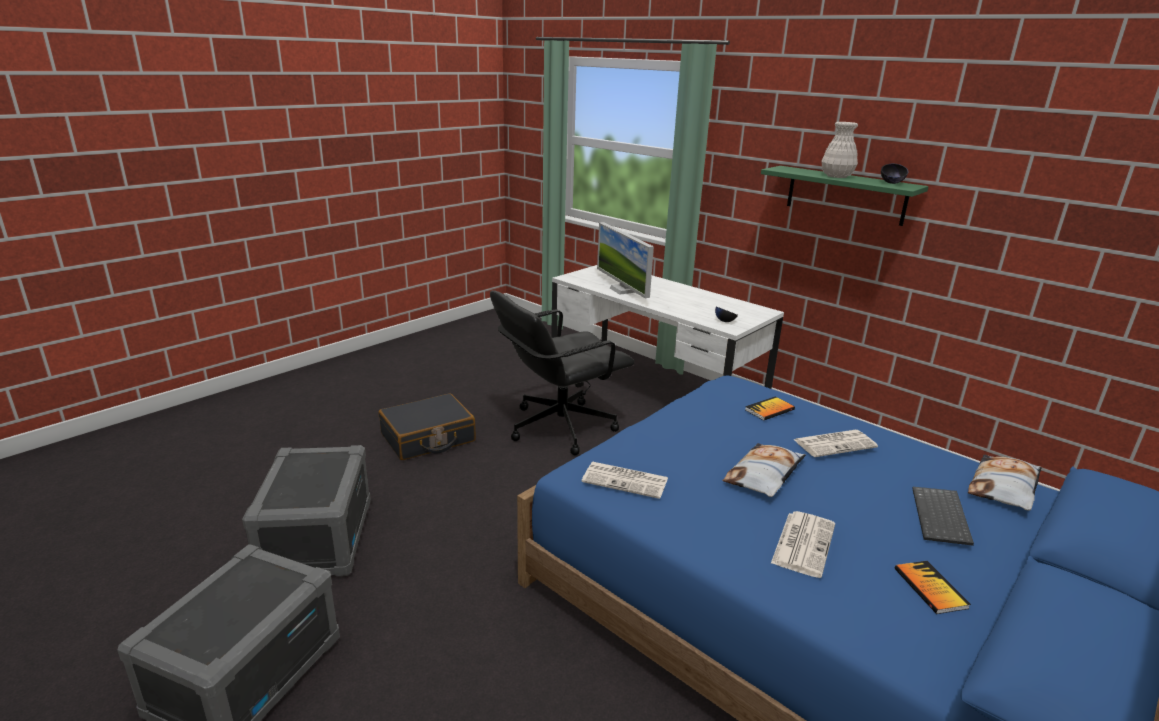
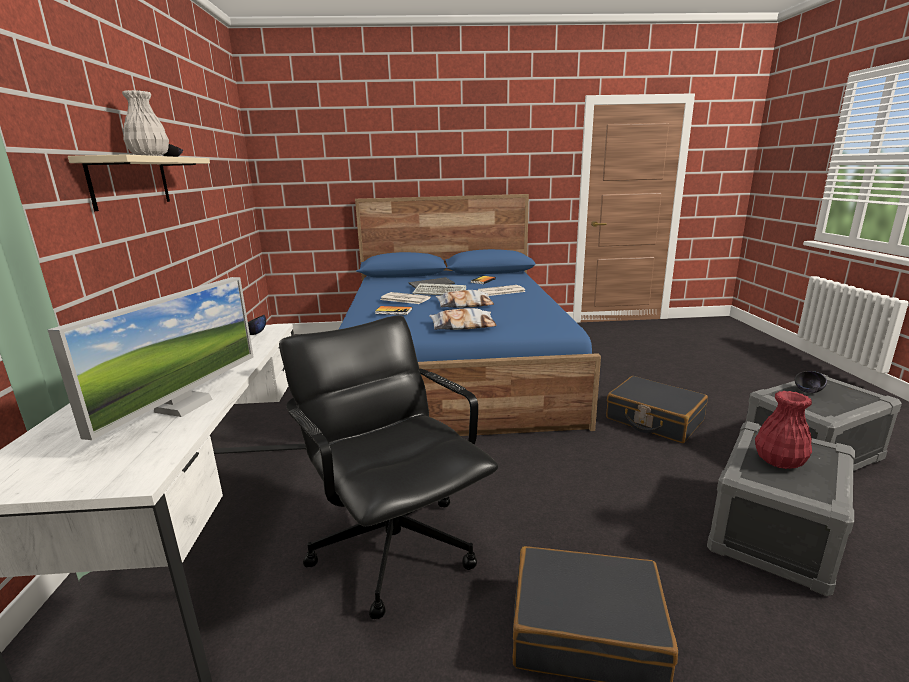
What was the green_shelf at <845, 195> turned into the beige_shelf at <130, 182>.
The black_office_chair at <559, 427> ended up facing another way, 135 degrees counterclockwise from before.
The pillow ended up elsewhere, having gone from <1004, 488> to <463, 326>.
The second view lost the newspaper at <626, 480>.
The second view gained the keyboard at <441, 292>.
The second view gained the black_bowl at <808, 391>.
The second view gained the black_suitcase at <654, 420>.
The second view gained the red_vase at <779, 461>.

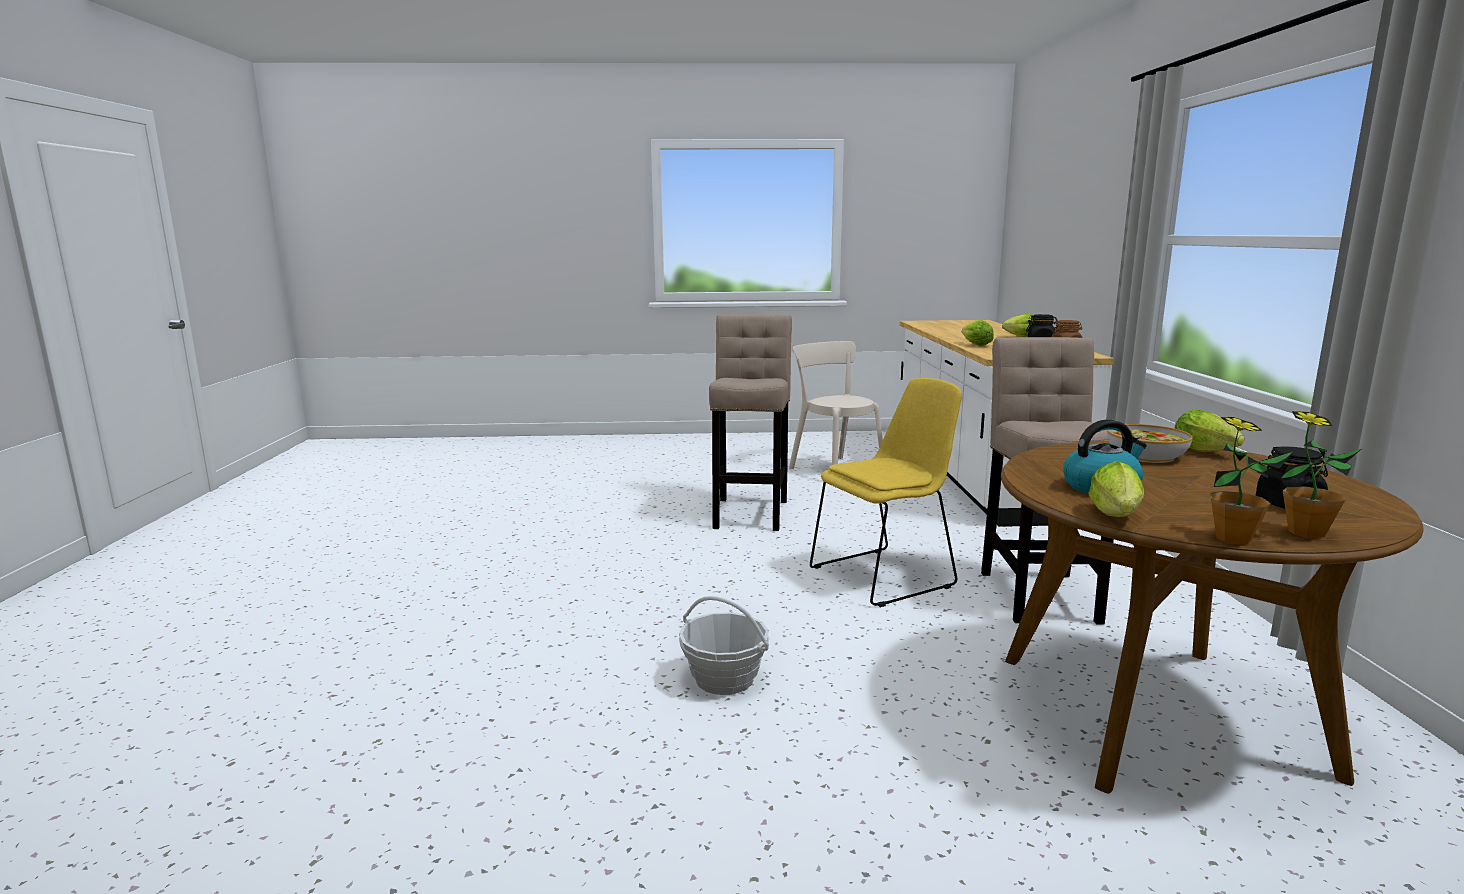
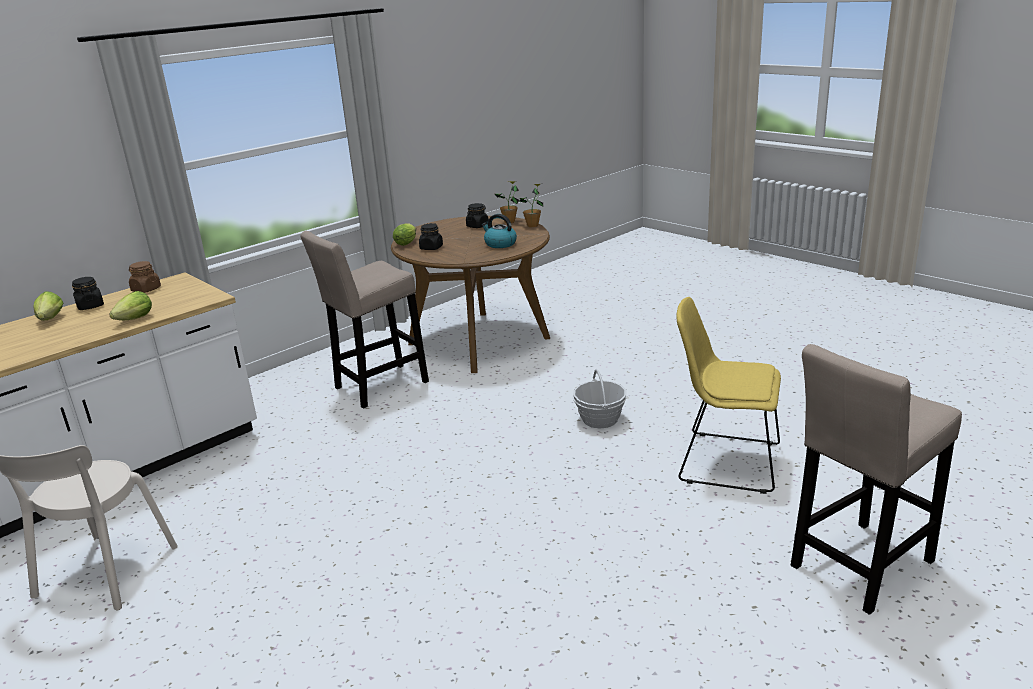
The beige_stool ended up elsewhere, having gone from <751, 512> to <858, 568>.
The yellow_chair ended up elsewhere, having gone from <885, 575> to <724, 461>.
Where the bowl stood at <1146, 456>, the black_jar came to stand at <431, 248>.
The second view lost the lettuce at <1116, 518>.

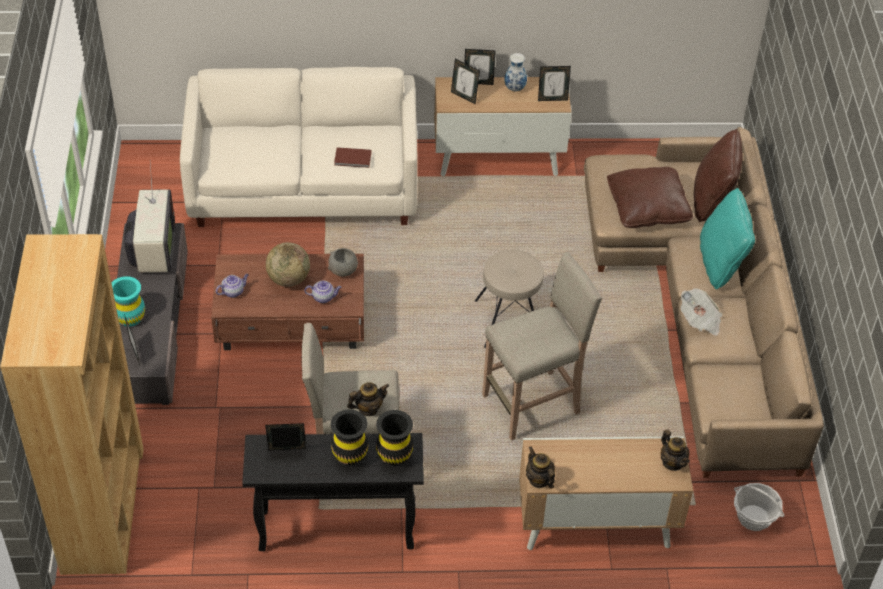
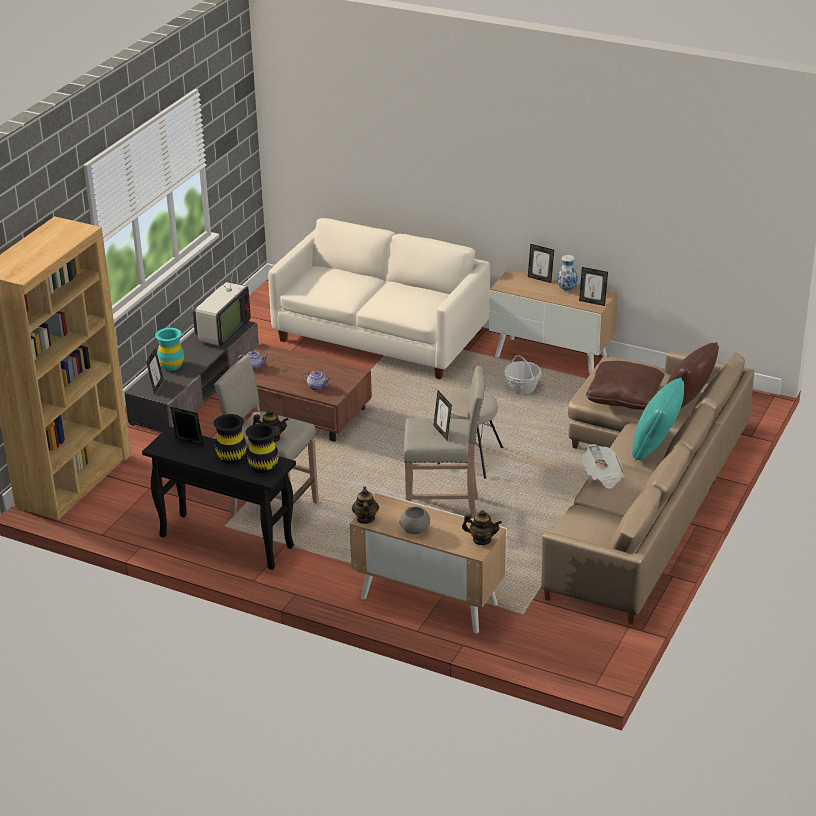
The picture_frame ended up elsewhere, having gone from <464, 97> to <442, 432>.
The second view lost the brown_book at <353, 159>.
The second view lost the globe at <288, 279>.
The grey_bowl ended up elsewhere, having gone from <343, 270> to <415, 530>.
The teapot at <672, 462> ended up facing another way, 75 degrees counterclockwise from before.
The basket ended up elsewhere, having gone from <753, 518> to <522, 388>.

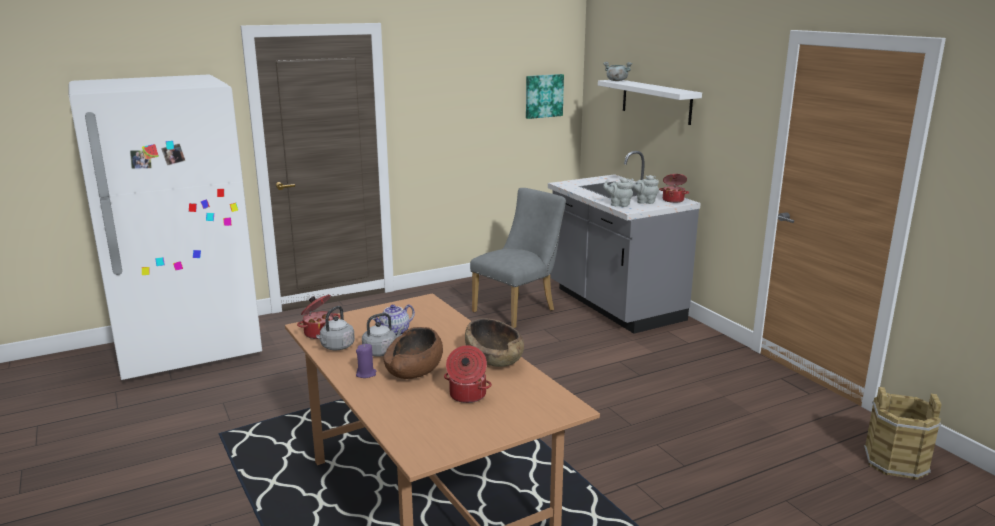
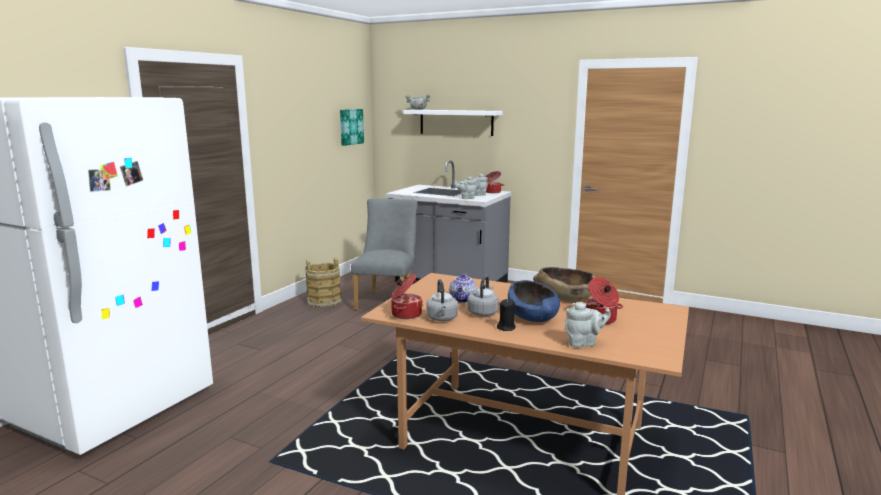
What was the brown_bowl at <415, 370> turned into the blue_bowl at <533, 316>.
What was the purple_candle at <366, 374> turned into the black_candle at <506, 328>.
The brown_bucket ended up elsewhere, having gone from <895, 462> to <324, 301>.
The second view gained the grey_teapot at <583, 343>.

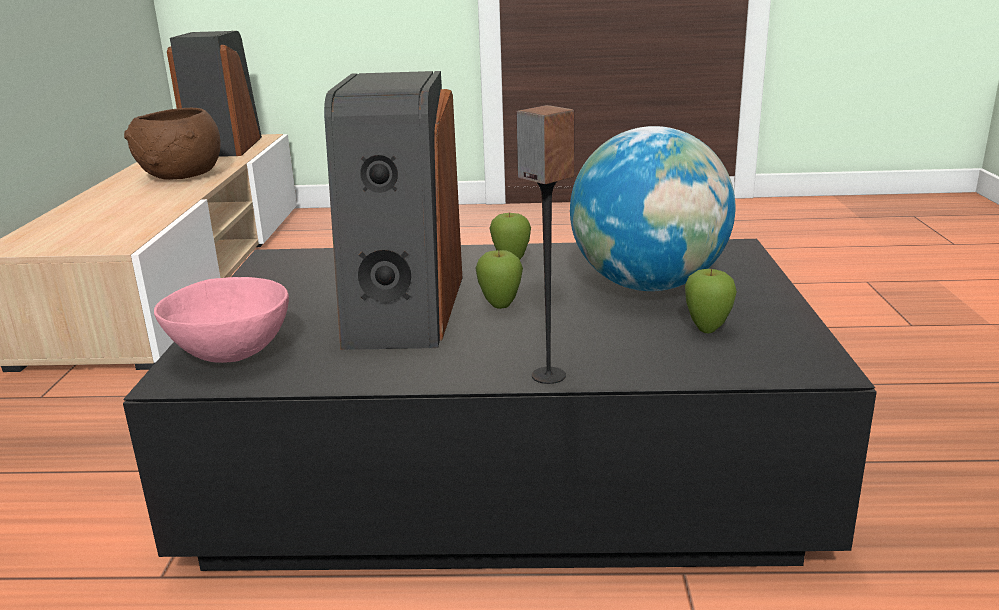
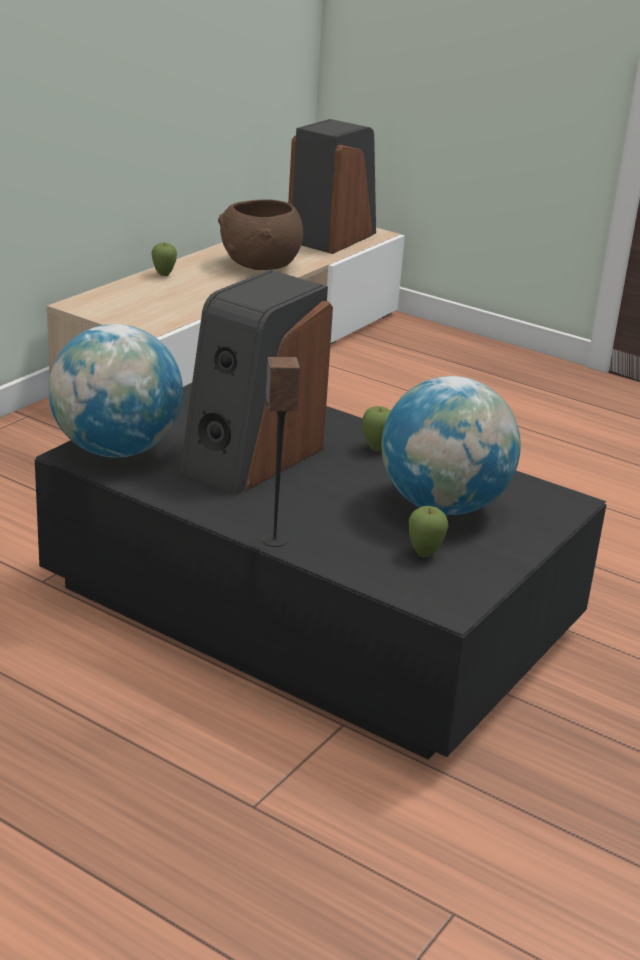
The apple ended up elsewhere, having gone from <500, 307> to <164, 275>.
Where the pink_bowl stood at <231, 354>, the globe came to stand at <116, 450>.

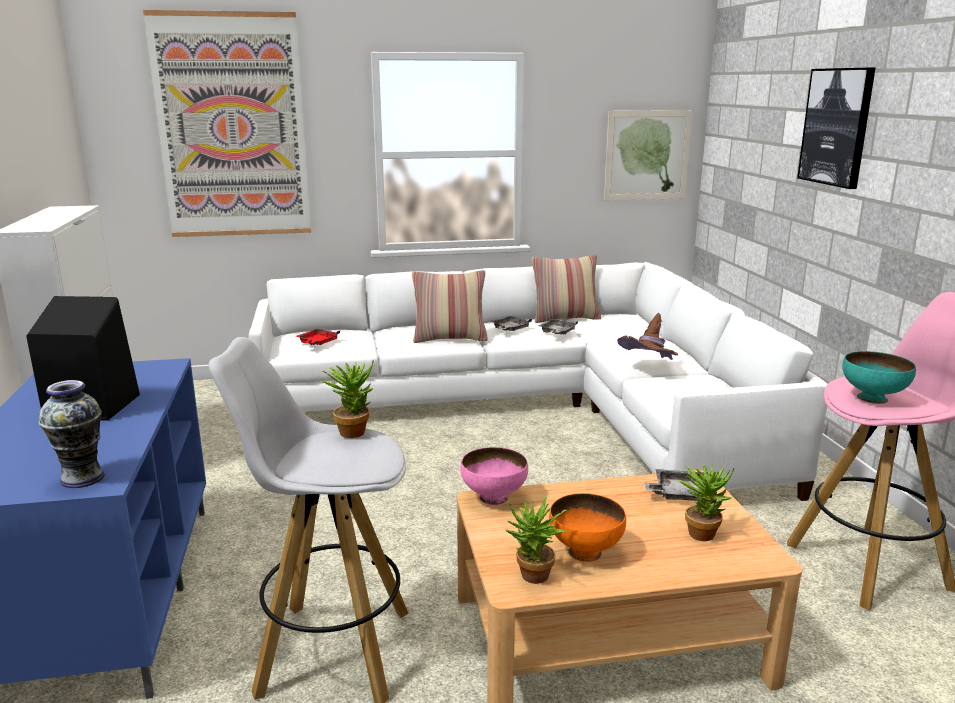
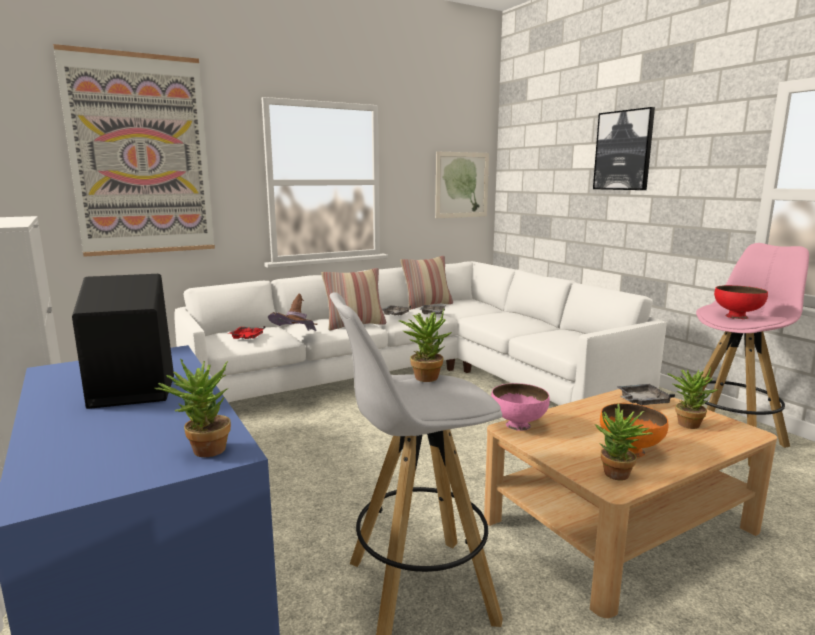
The brown_hat ended up elsewhere, having gone from <649, 369> to <297, 339>.
What was the turquoise_bowl at <872, 398> turned into the red_bowl at <737, 317>.
Where the vase stood at <83, 478>, the potted_plant came to stand at <202, 452>.

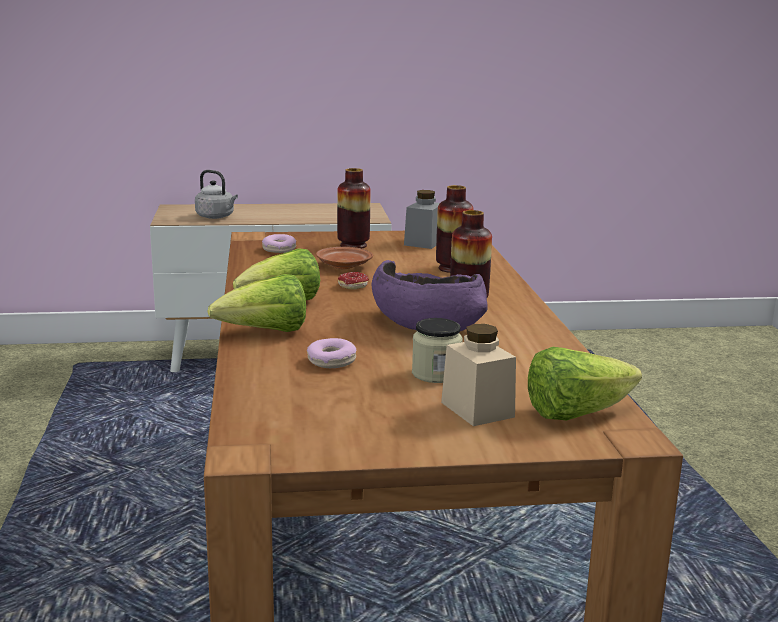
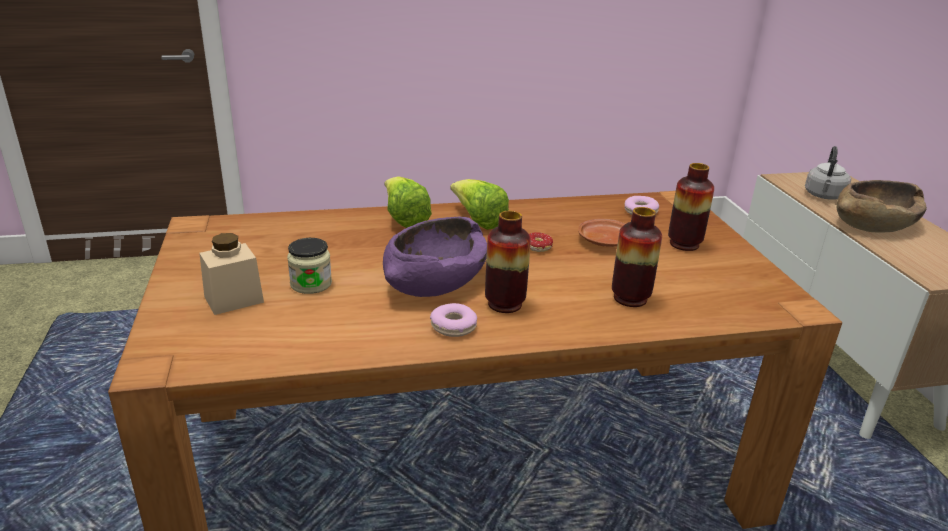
The second view lost the grey_jar at <424, 242>.
The donut ended up elsewhere, having gone from <331, 361> to <453, 326>.
The second view lost the lettuce at <575, 414>.
The second view gained the brown_bowl at <873, 224>.

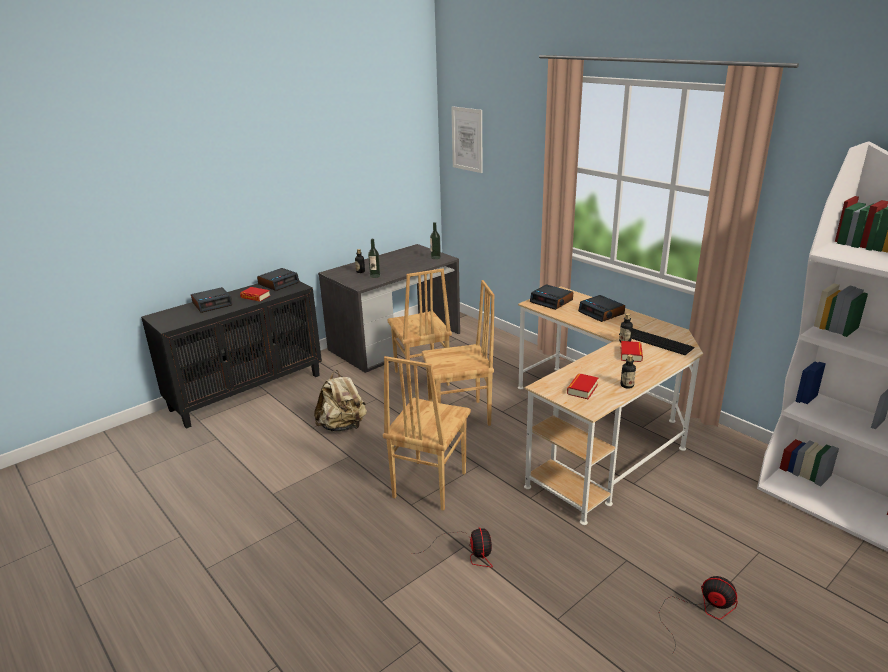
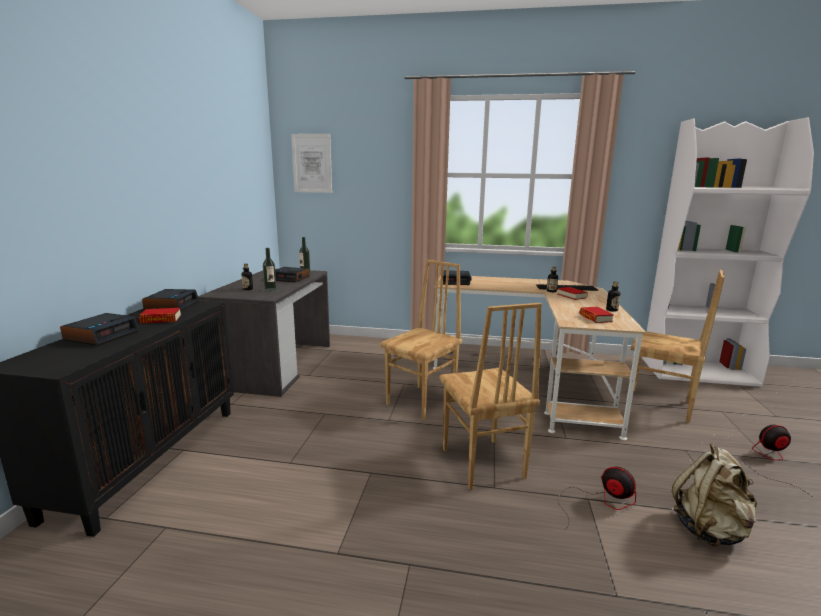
The brown_chair ended up elsewhere, having gone from <420, 379> to <659, 406>.
The alarm_clock ended up elsewhere, having gone from <601, 313> to <291, 278>.
The beige_backpack ended up elsewhere, having gone from <343, 426> to <710, 530>.

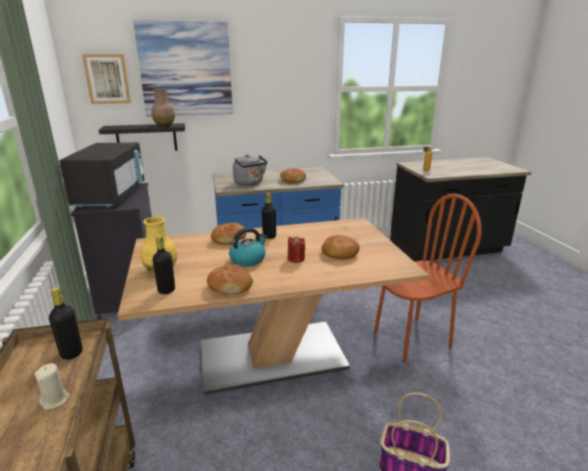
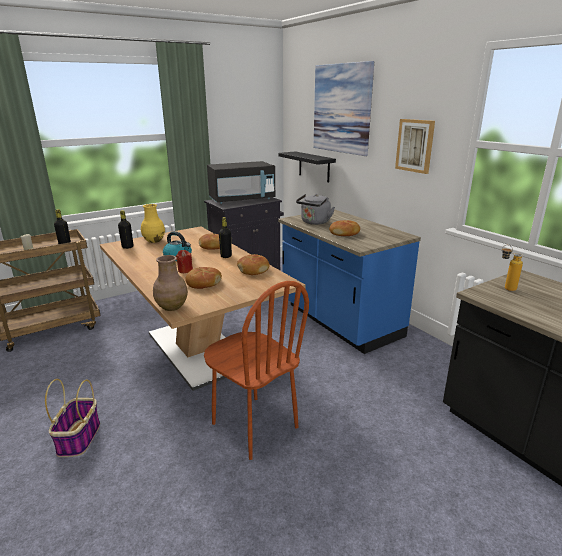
The picture ended up elsewhere, having gone from <107, 79> to <415, 145>.
The brown_vase ended up elsewhere, having gone from <164, 125> to <172, 306>.
The bread ended up elsewhere, having gone from <230, 286> to <253, 270>.

